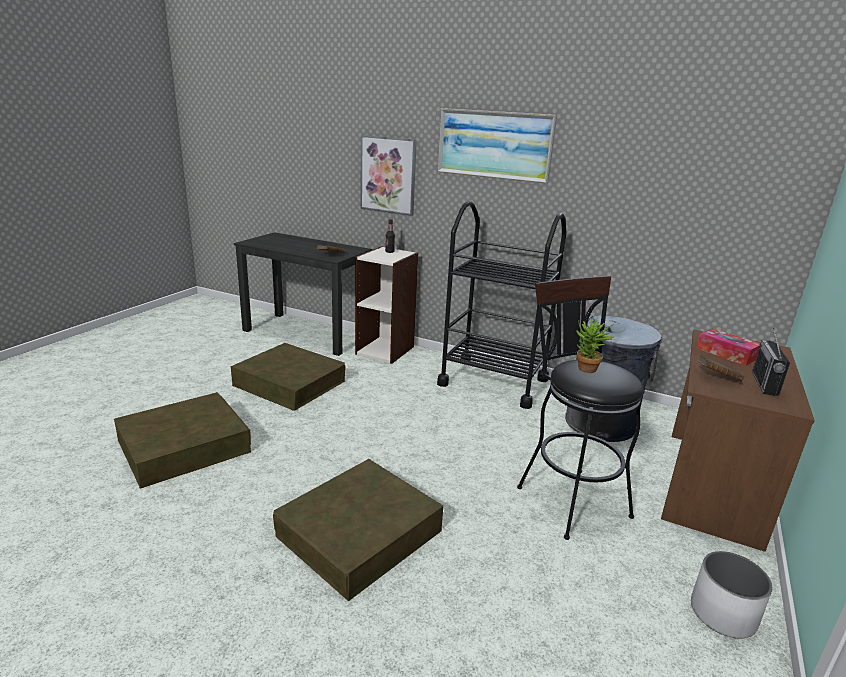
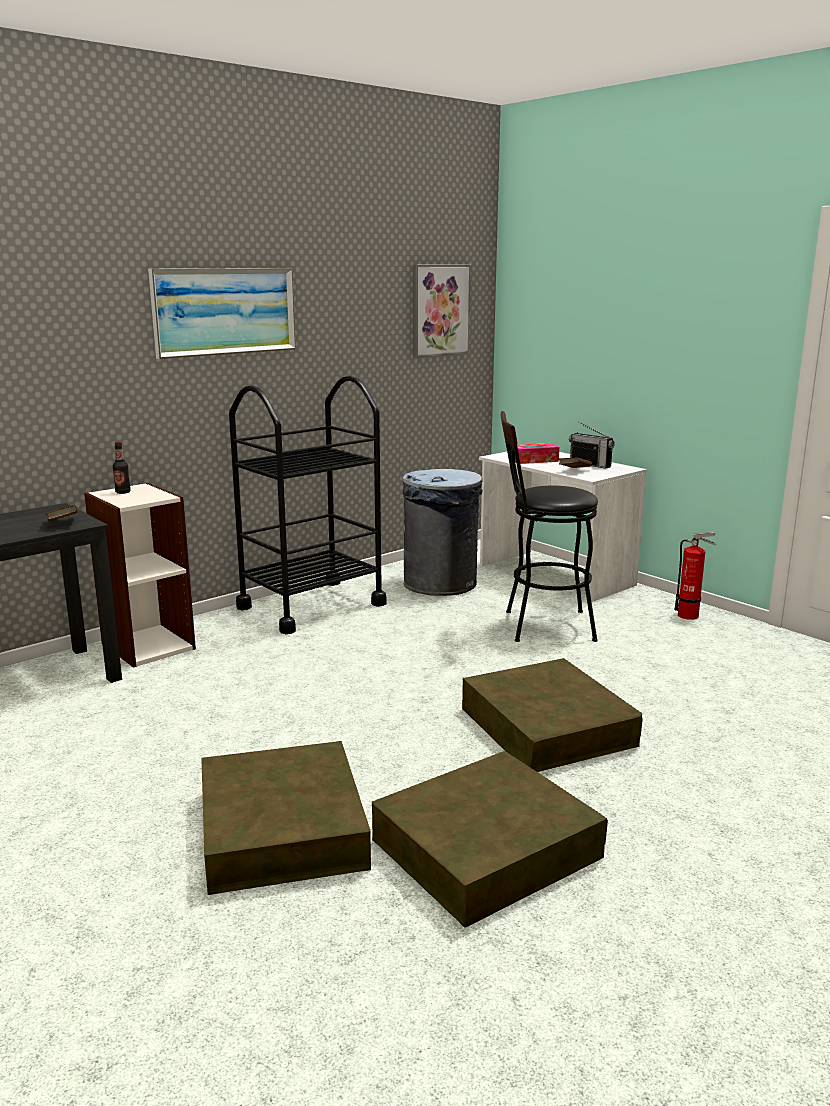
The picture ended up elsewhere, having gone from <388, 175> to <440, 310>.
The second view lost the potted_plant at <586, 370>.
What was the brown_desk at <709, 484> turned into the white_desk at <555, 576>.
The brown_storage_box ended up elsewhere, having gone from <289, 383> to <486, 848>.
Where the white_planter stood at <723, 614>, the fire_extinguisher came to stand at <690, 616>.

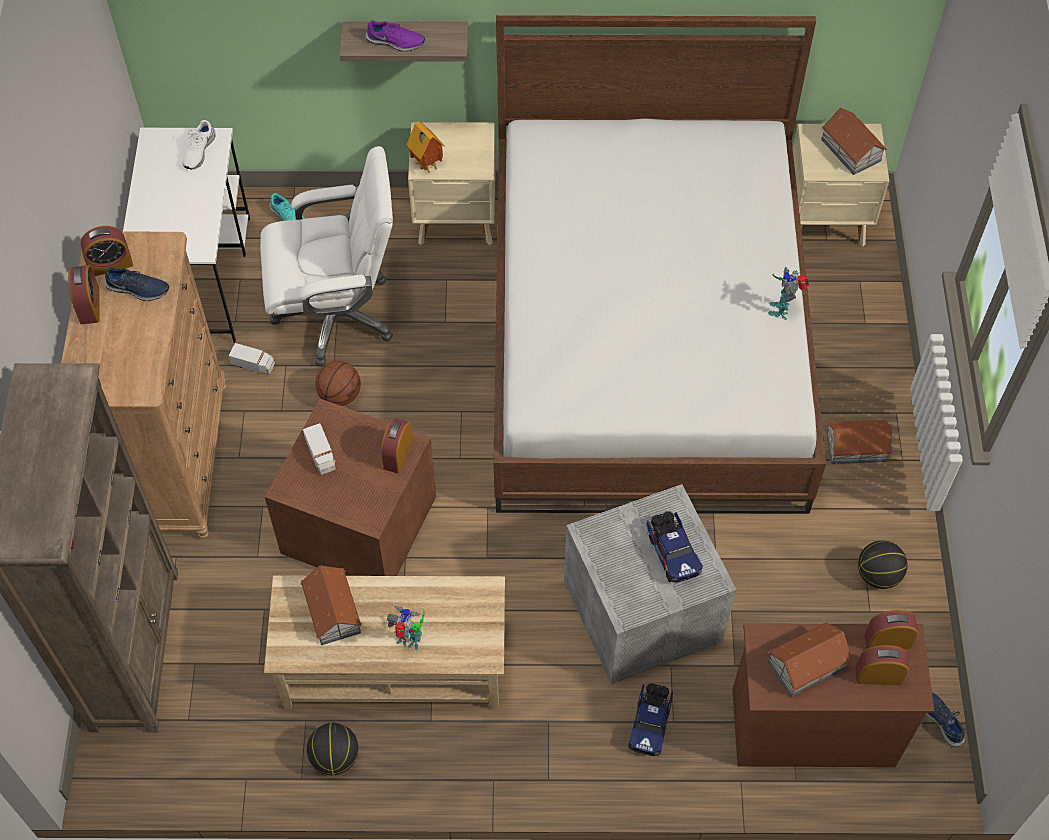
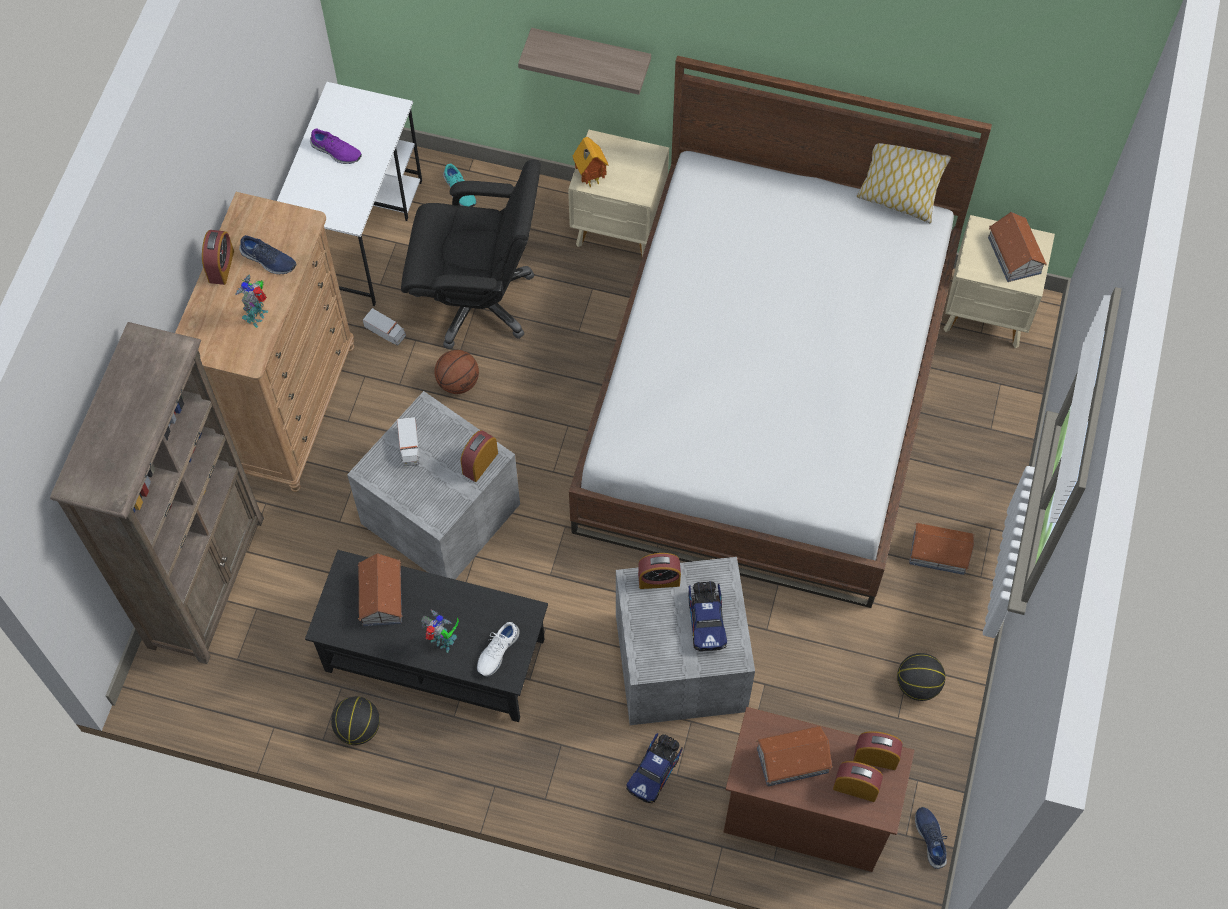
The purple_shoe ended up elsewhere, having gone from <395, 42> to <336, 152>.
The white_shoe ended up elsewhere, having gone from <198, 151> to <497, 651>.
What was the white_office_chair at <337, 314> turned into the black_office_chair at <478, 300>.
The alarm_clock ended up elsewhere, having gone from <110, 264> to <659, 579>.
The toy_robot ended up elsewhere, having gone from <782, 309> to <258, 316>.
What was the brown_storage_box at <360, 527> turned into the grey_storage_box at <441, 516>.
What was the beige_coffee_table at <394, 663> turned into the black_coffee_table at <435, 654>.
The second view gained the pillow at <896, 200>.

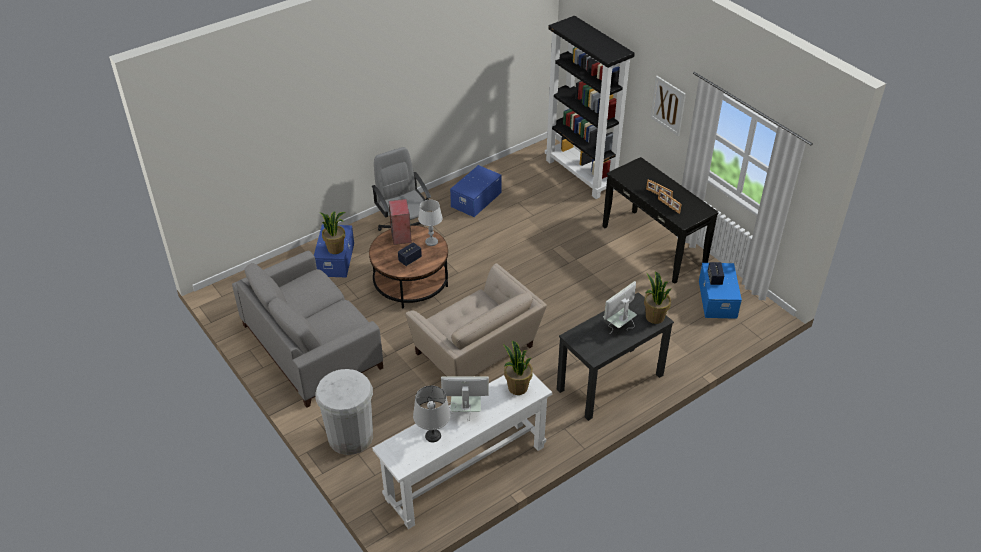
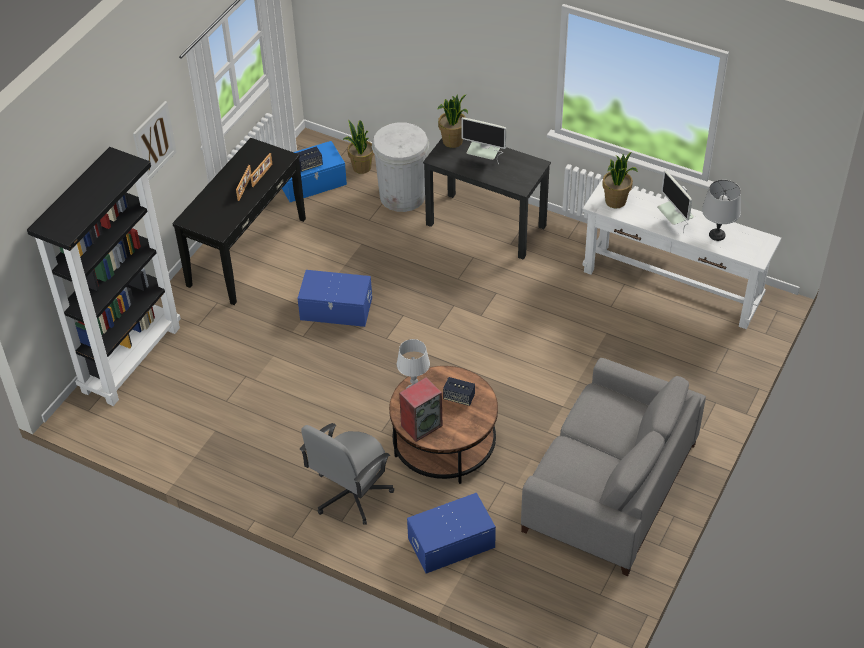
The blue_storage_box ended up elsewhere, having gone from <475, 199> to <336, 309>.
The potted_plant ended up elsewhere, having gone from <335, 248> to <361, 167>.
The second view lost the beige_armchair at <476, 352>.
The white_trash_can ended up elsewhere, having gone from <350, 436> to <402, 196>.

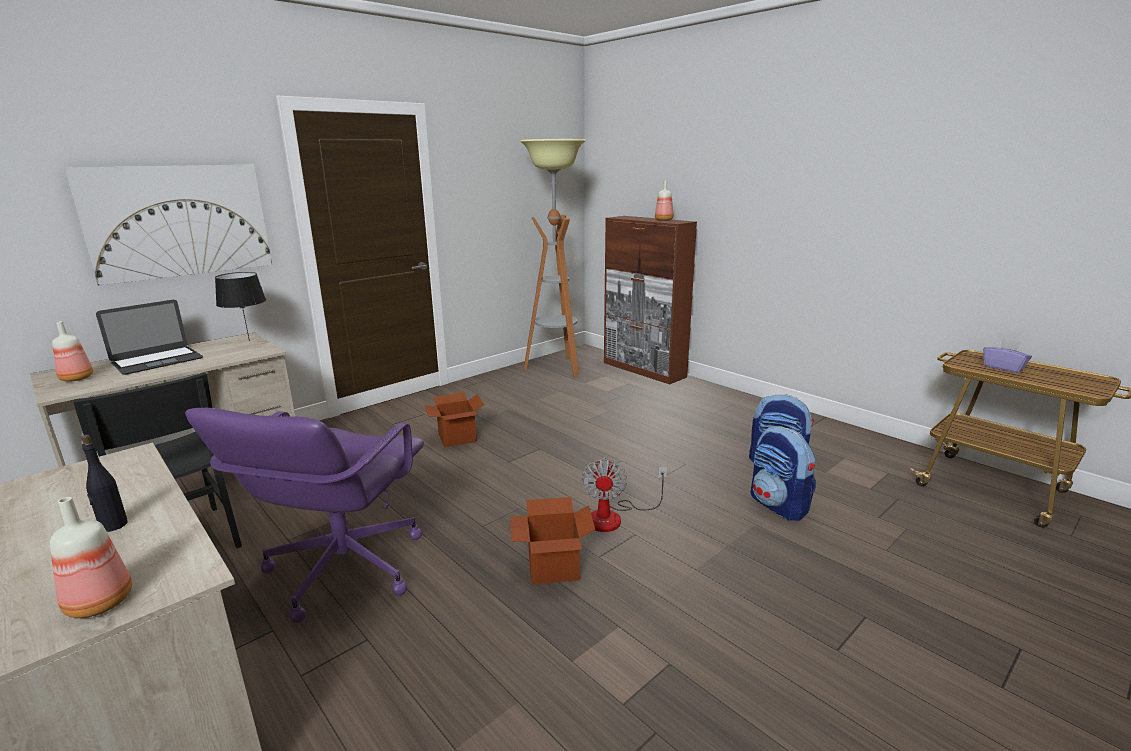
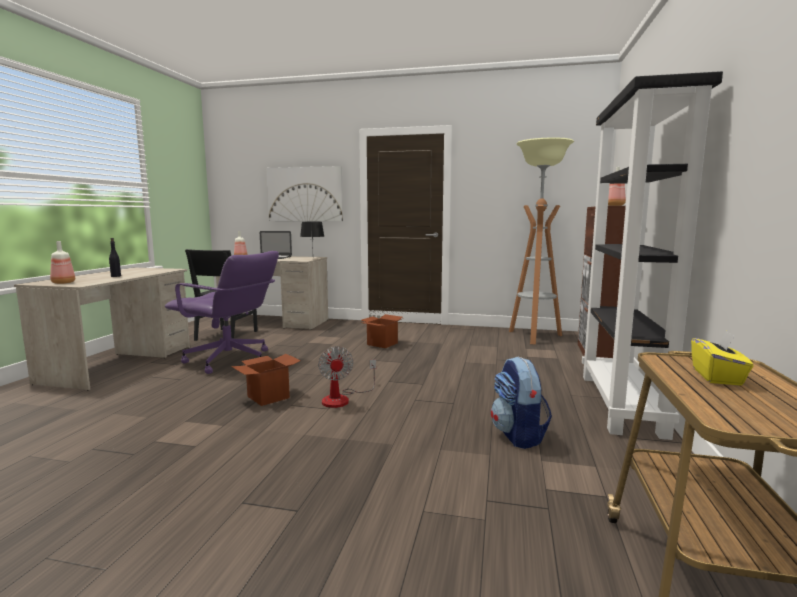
What was the purple_tissue_box at <1003, 367> turned into the yellow_tissue_box at <717, 377>.
The purple_office_chair at <343, 569> ended up facing another way, 135 degrees counterclockwise from before.
The second view lost the backpack at <779, 505>.
The fan at <614, 517> ended up facing another way, 75 degrees counterclockwise from before.
The second view gained the black_bookcase at <622, 404>.

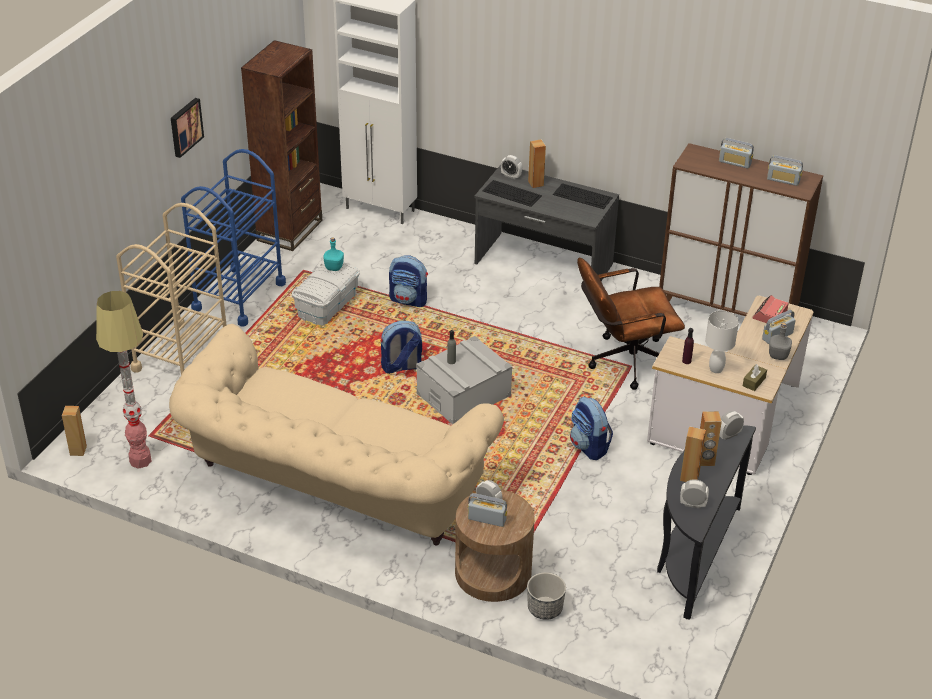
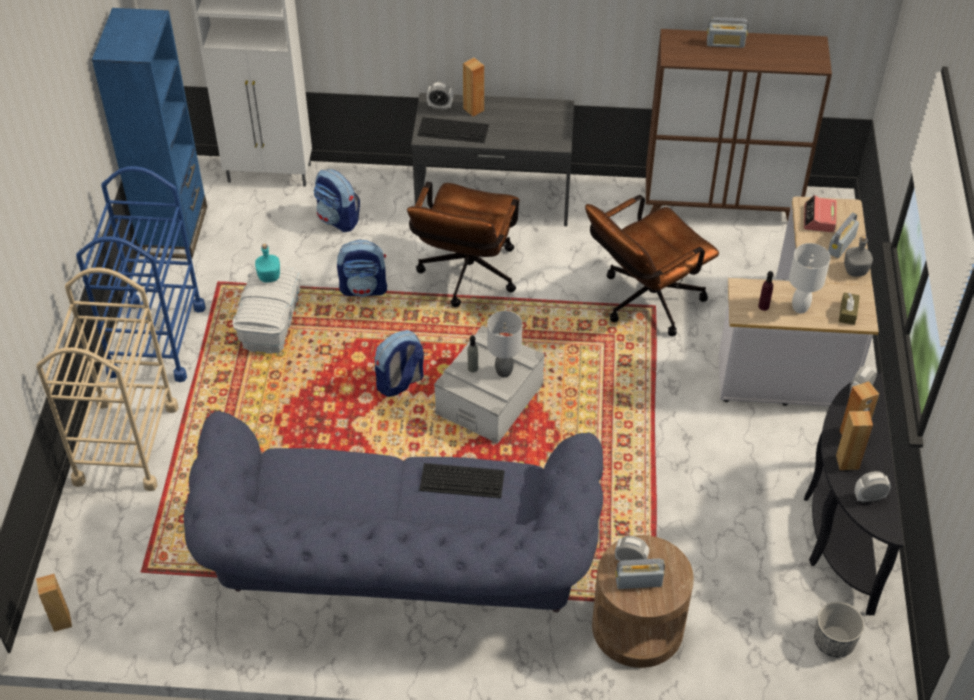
What was the brown_bookcase at <290, 230> turned into the blue_bookcase at <174, 231>.
The second view lost the picture at <185, 127>.
The second view lost the radio at <783, 180>.
The keyboard ended up elsewhere, having gone from <583, 196> to <463, 480>.
The second view lost the floor_lamp at <140, 460>.
What was the beige_sofa at <331, 486> turned into the blue_sofa at <398, 571>.
The backpack ended up elsewhere, having gone from <589, 447> to <338, 219>.
The planter ended up elsewhere, having gone from <544, 608> to <833, 641>.
The second view gained the brown_office_chair at <466, 278>.
The second view gained the grey_table_lamp at <503, 372>.

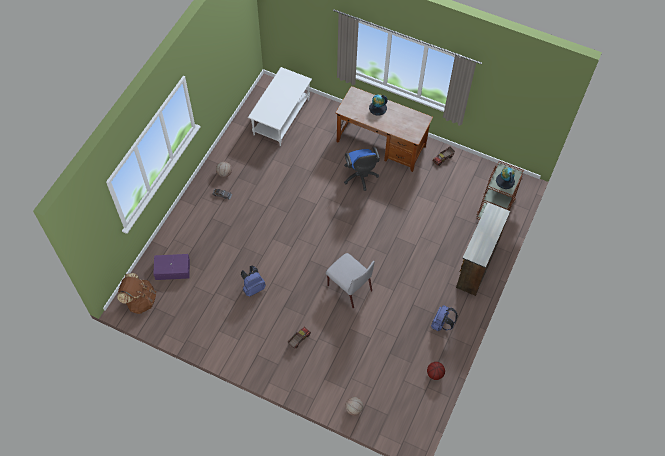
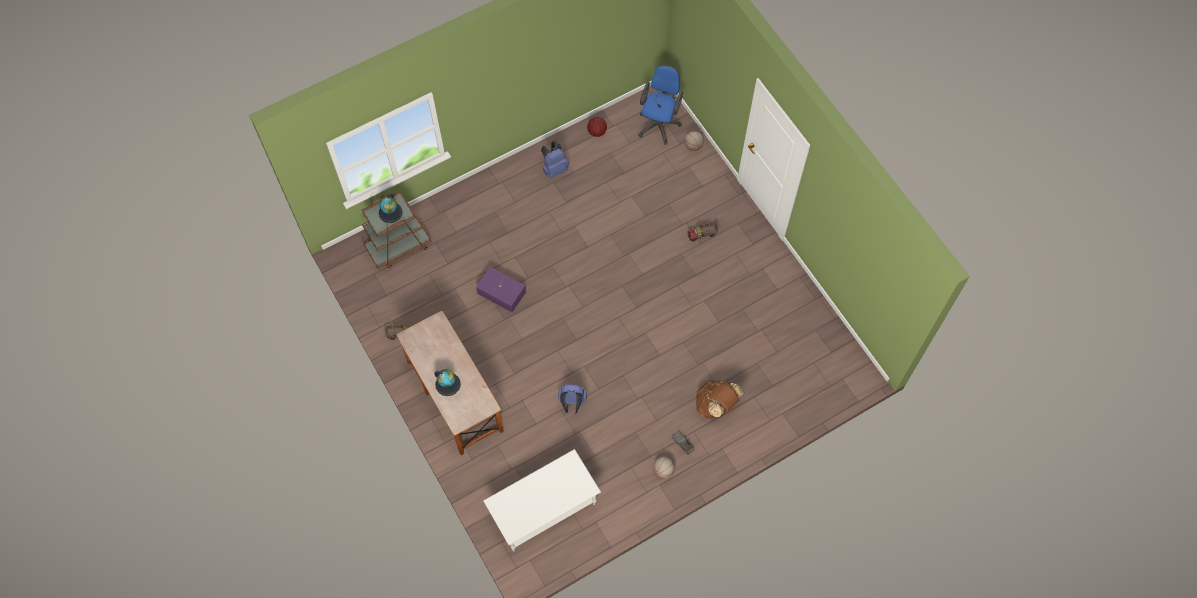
The blue_office_chair ended up elsewhere, having gone from <360, 177> to <659, 123>.
The second view lost the brown_dresser at <476, 265>.
The second view lost the grey_chair at <349, 287>.
The purple_storage_box ended up elsewhere, having gone from <172, 269> to <501, 293>.
The blue_backpack ended up elsewhere, having gone from <253, 287> to <572, 403>.
The brown_backpack ended up elsewhere, having gone from <140, 300> to <716, 405>.

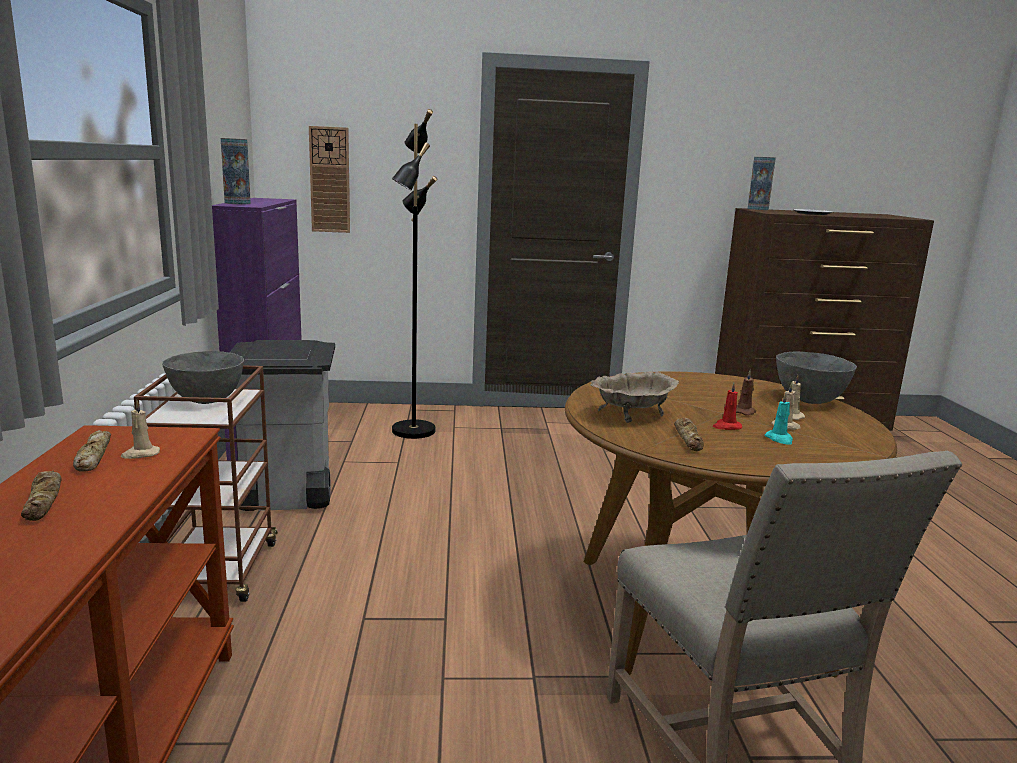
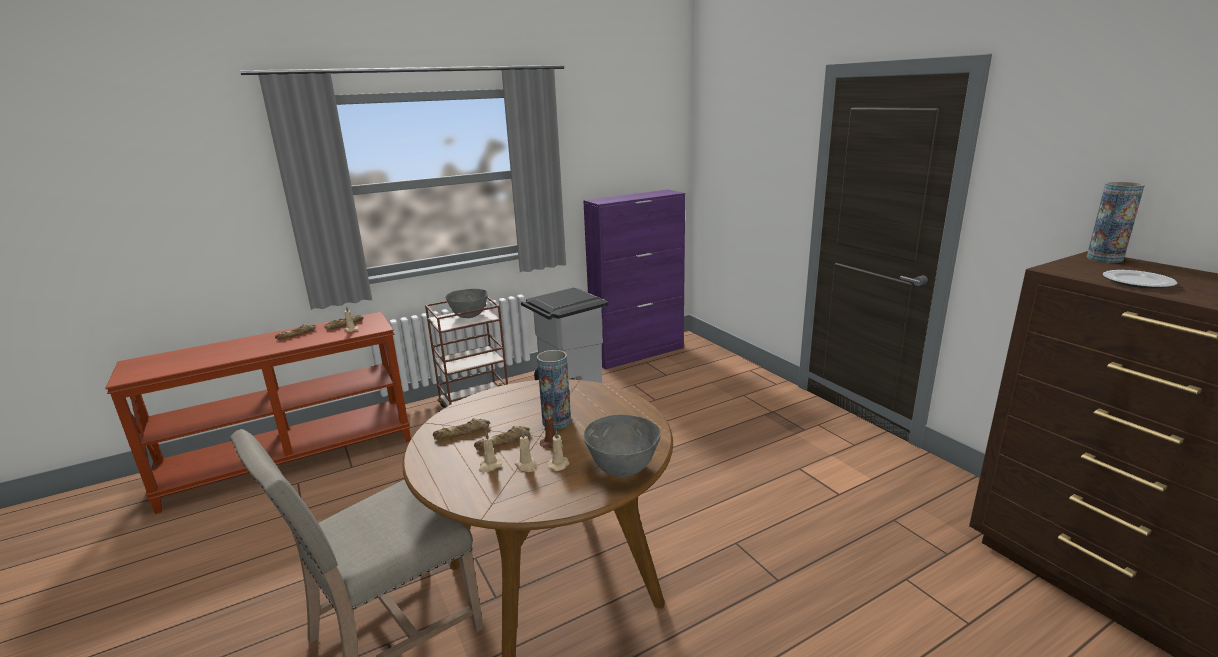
The second view lost the black_floor_lamp at <412, 430>.
The second view lost the wall_clock at <330, 180>.
The vase ended up elsewhere, having gone from <237, 203> to <556, 422>.
The second view lost the beige_bowl at <631, 414>.
Where the red_candle stood at <726, 427>, the bread came to stand at <503, 442>.
What was the turquoise_candle at <779, 439> turned into the beige_candle at <489, 466>.

